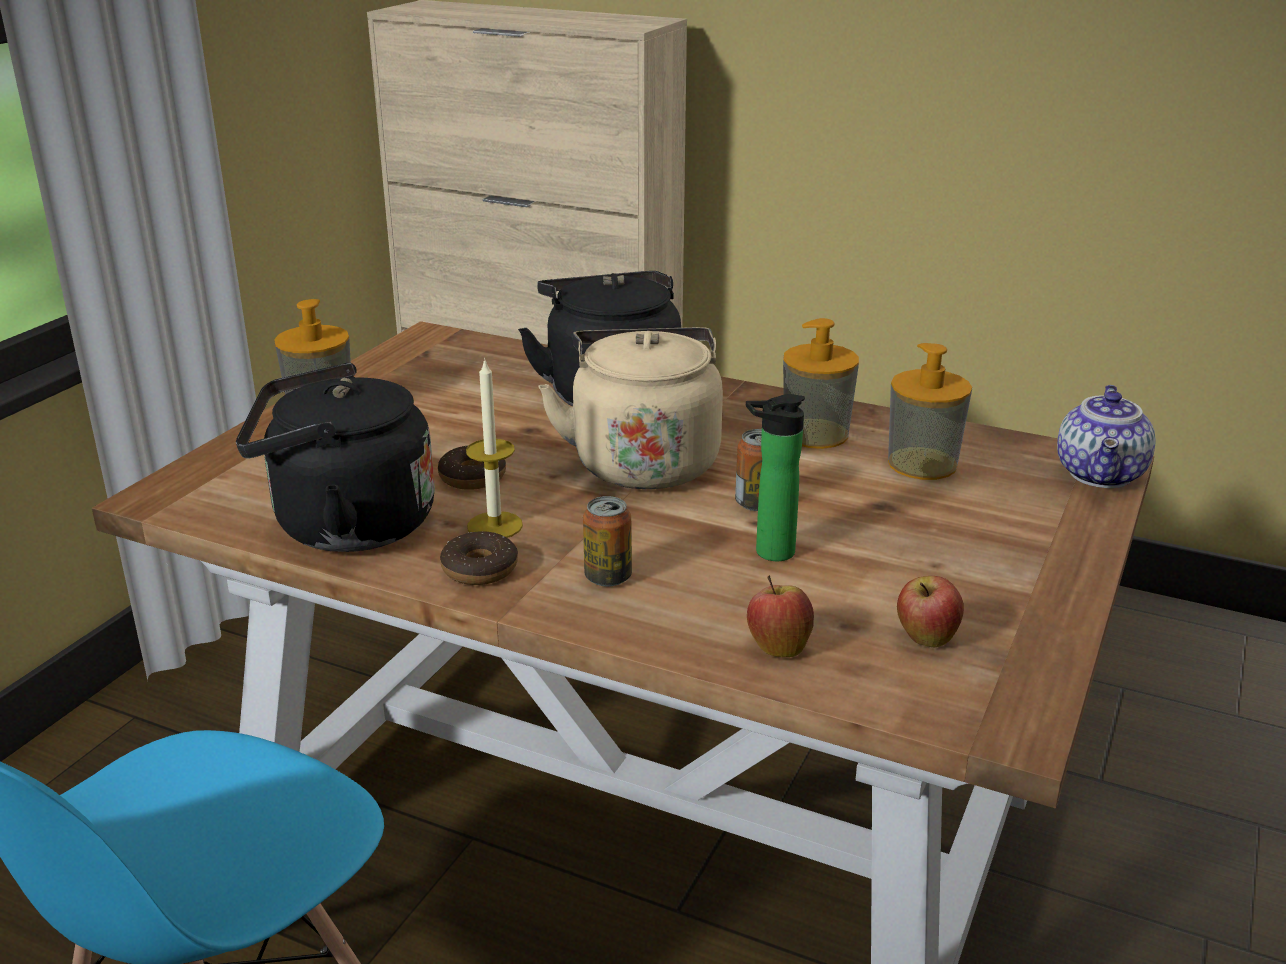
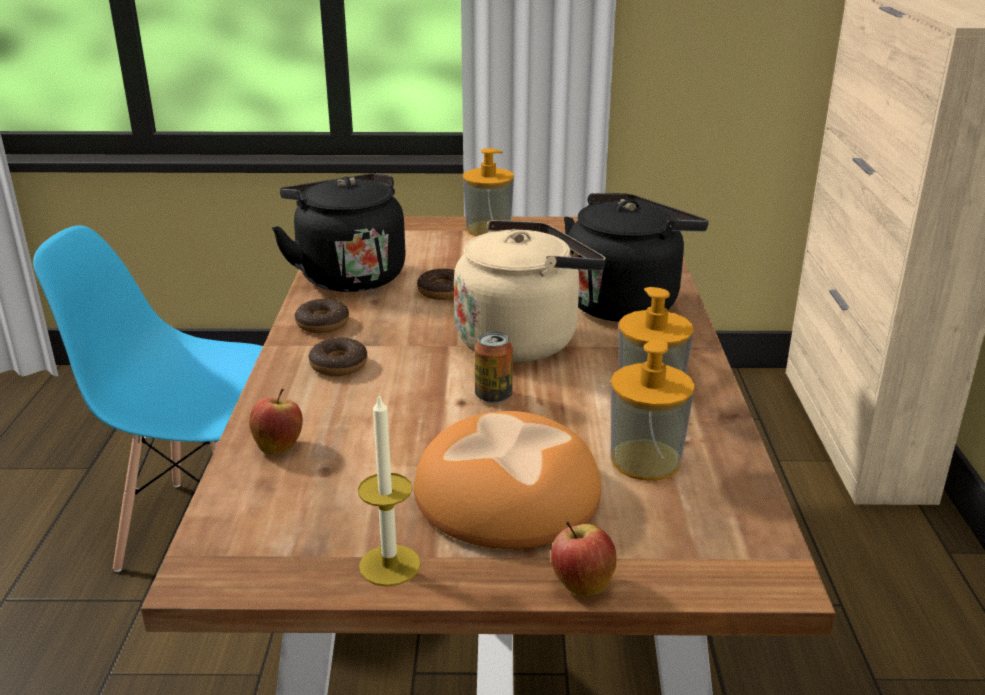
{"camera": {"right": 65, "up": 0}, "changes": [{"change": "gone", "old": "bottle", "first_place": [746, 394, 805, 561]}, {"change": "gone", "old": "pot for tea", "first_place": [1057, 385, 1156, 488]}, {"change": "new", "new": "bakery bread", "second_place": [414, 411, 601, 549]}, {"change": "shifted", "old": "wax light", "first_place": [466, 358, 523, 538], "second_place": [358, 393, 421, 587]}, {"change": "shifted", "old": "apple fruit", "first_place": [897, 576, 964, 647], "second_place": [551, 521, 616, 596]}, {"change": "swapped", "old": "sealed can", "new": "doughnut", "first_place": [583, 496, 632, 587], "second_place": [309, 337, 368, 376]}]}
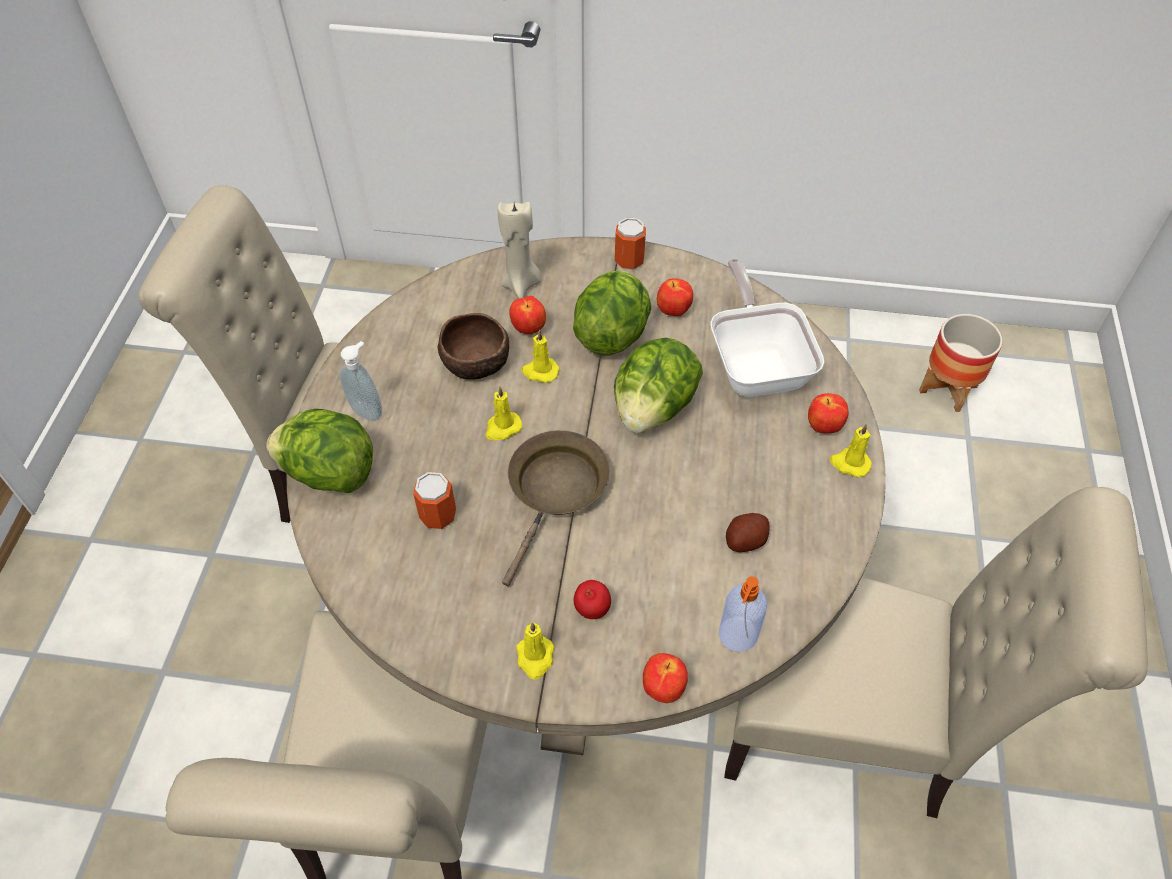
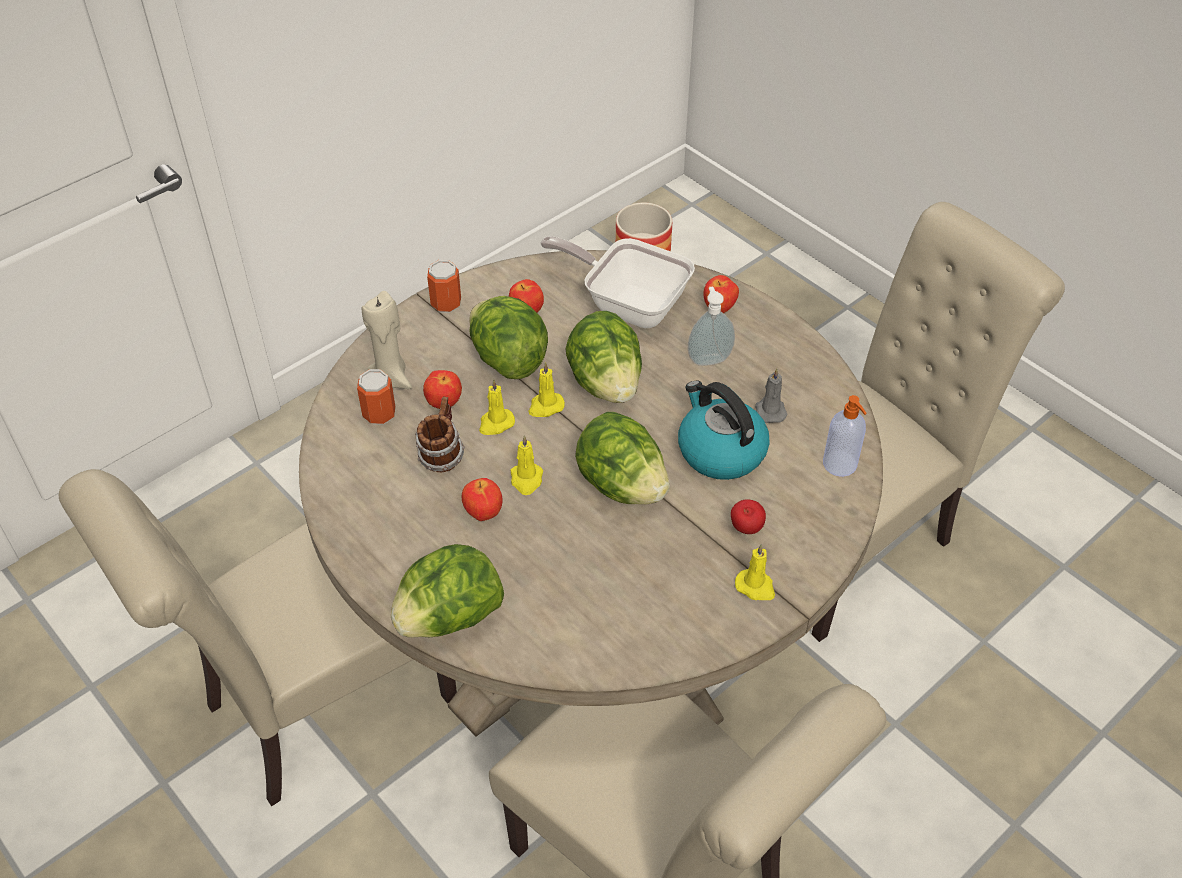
{"camera": {"right": -50, "up": -5}, "changes": [{"change": "new", "new": "tea kettle", "second_place": [678, 381, 770, 480]}, {"change": "shifted", "old": "liquid soap bottle", "first_place": [339, 341, 382, 421], "second_place": [688, 286, 735, 366]}, {"change": "shifted", "old": "sealed can", "first_place": [413, 472, 456, 529], "second_place": [357, 369, 396, 425]}, {"change": "shifted", "old": "apple fruit", "first_place": [643, 653, 688, 703], "second_place": [462, 478, 503, 521]}, {"change": "shifted", "old": "yellow wax light", "first_place": [830, 424, 872, 477], "second_place": [528, 362, 565, 417]}, {"change": "swapped", "old": "brownish bowl", "new": "tea mug", "first_place": [437, 313, 509, 380], "second_place": [415, 396, 465, 472]}, {"change": "swapped", "old": "brownish skillet", "new": "lettuce head", "first_place": [502, 430, 610, 587], "second_place": [575, 412, 670, 504]}, {"change": "swapped", "old": "spud", "new": "gray wax light", "first_place": [726, 513, 770, 552], "second_place": [755, 368, 788, 423]}]}
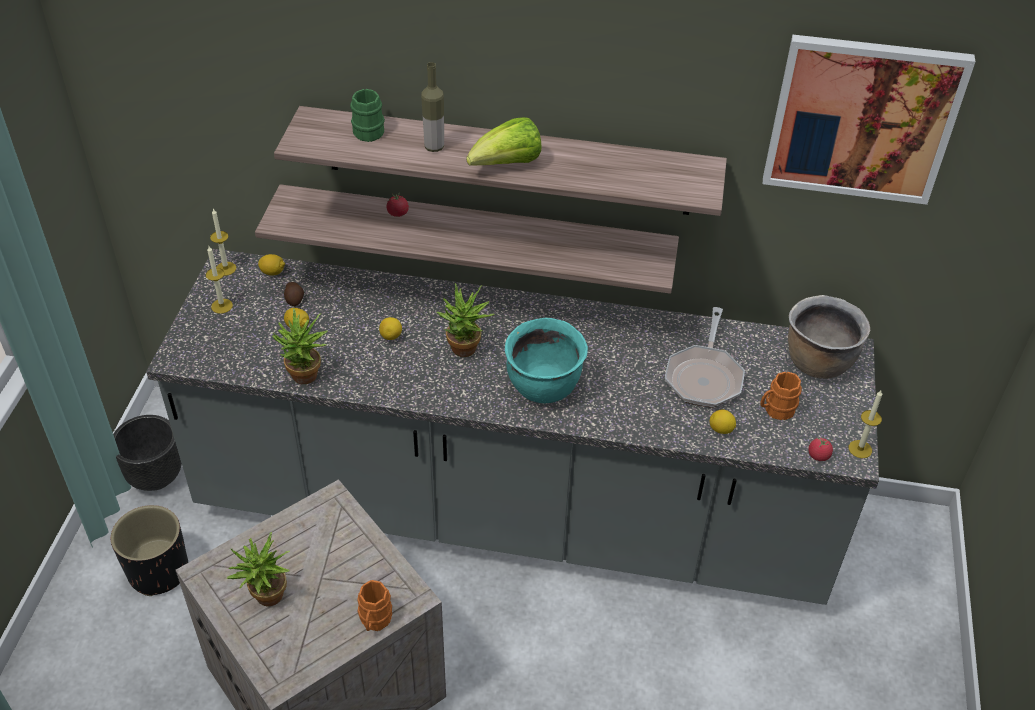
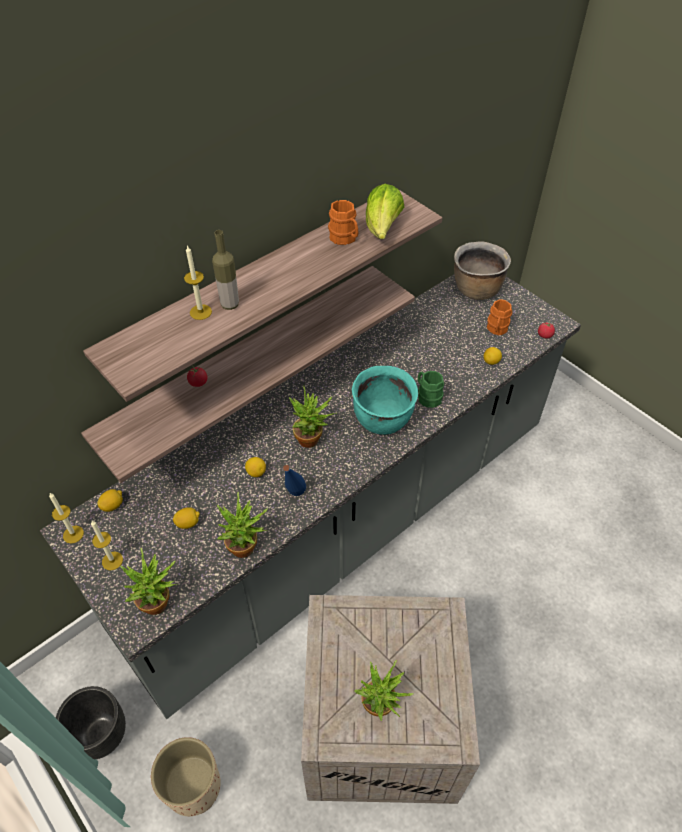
{"camera": {"right": -50, "up": 5}, "changes": [{"change": "gone", "old": "spud", "first_place": [284, 282, 304, 306]}, {"change": "gone", "old": "skillet", "first_place": [665, 307, 745, 408]}, {"change": "gone", "old": "wall picture", "first_place": [763, 35, 975, 205]}, {"change": "new", "new": "houseplant", "second_place": [120, 548, 178, 615]}, {"change": "new", "new": "bluish bottle", "second_place": [283, 465, 306, 496]}, {"change": "shifted", "old": "green tea mug", "first_place": [350, 89, 385, 142], "second_place": [418, 371, 444, 408]}, {"change": "shifted", "old": "orange tea mug", "first_place": [357, 580, 392, 631], "second_place": [328, 200, 358, 245]}, {"change": "shifted", "old": "lettuce head", "first_place": [466, 117, 542, 166], "second_place": [366, 184, 404, 239]}, {"change": "shifted", "old": "wax light", "first_place": [849, 390, 882, 458], "second_place": [184, 245, 212, 320]}, {"change": "repainted", "old": "black flower pot", "new": "sand-coloured flower pot", "first_place": [111, 505, 188, 596], "second_place": [151, 737, 221, 816]}]}
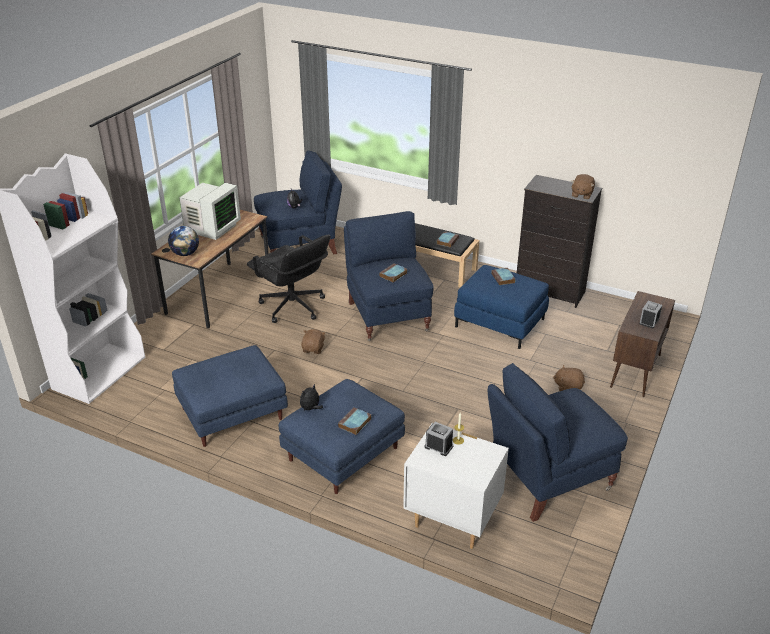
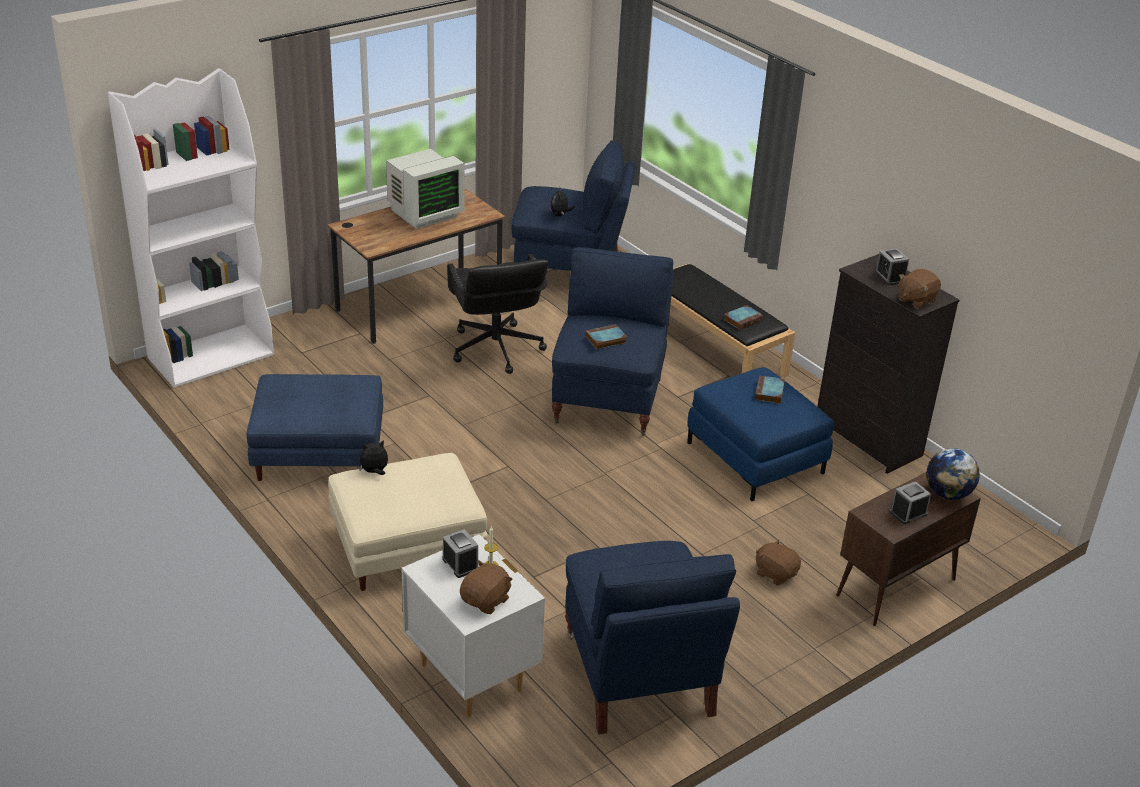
{"camera": {"right": 25, "up": 0}, "changes": [{"change": "gone", "old": "book", "first_place": [338, 407, 371, 435]}, {"change": "new", "new": "bedside clock", "second_place": [875, 249, 909, 285]}, {"change": "shifted", "old": "world globe", "first_place": [168, 226, 199, 256], "second_place": [927, 448, 980, 500]}, {"change": "shifted", "old": "brownish cuddly toy", "first_place": [301, 329, 326, 354], "second_place": [460, 560, 513, 614]}, {"change": "repainted", "old": "bluish pouffe", "new": "sand-coloured pouffe", "first_place": [279, 379, 405, 494], "second_place": [328, 453, 488, 591]}, {"change": "rotated", "old": "bluish armchair", "first_place": [488, 363, 628, 522], "second_place": [565, 541, 740, 735], "degrees": -105}]}
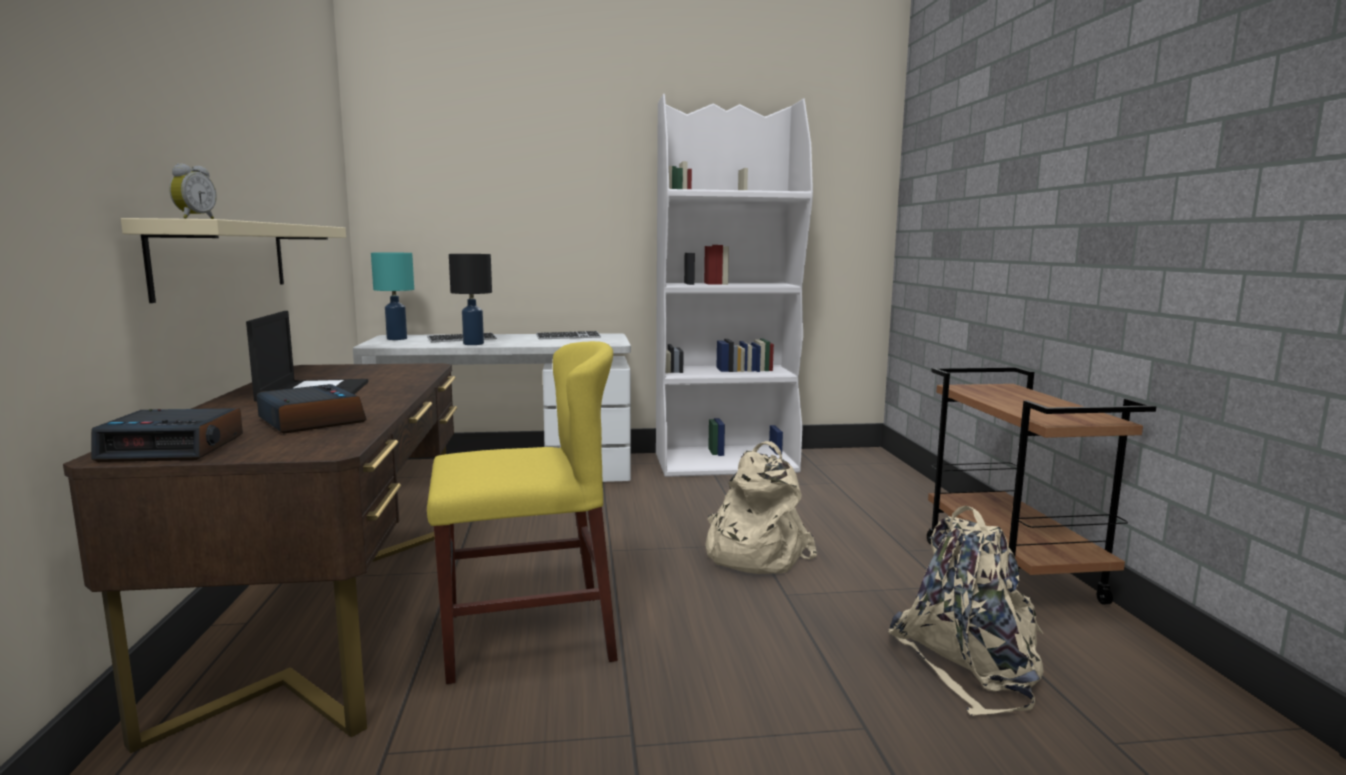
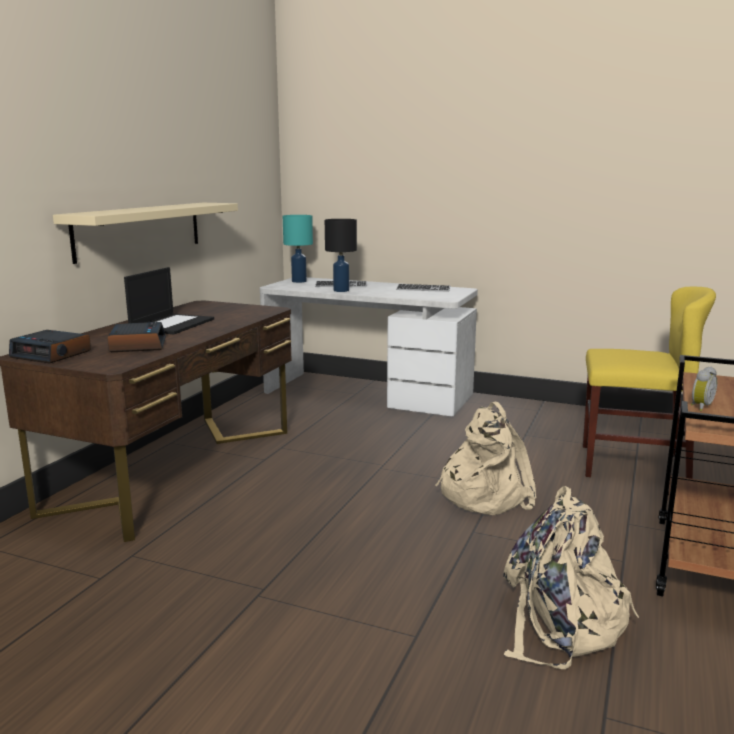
{"camera": {"right": 30, "up": 5}, "changes": [{"change": "gone", "old": "whitish bookcase", "first_place": [656, 94, 813, 477]}, {"change": "shifted", "old": "bedside clock", "first_place": [169, 163, 216, 219], "second_place": [691, 367, 717, 411]}, {"change": "shifted", "old": "yellow plain chair", "first_place": [427, 341, 618, 684], "second_place": [583, 286, 716, 479]}]}
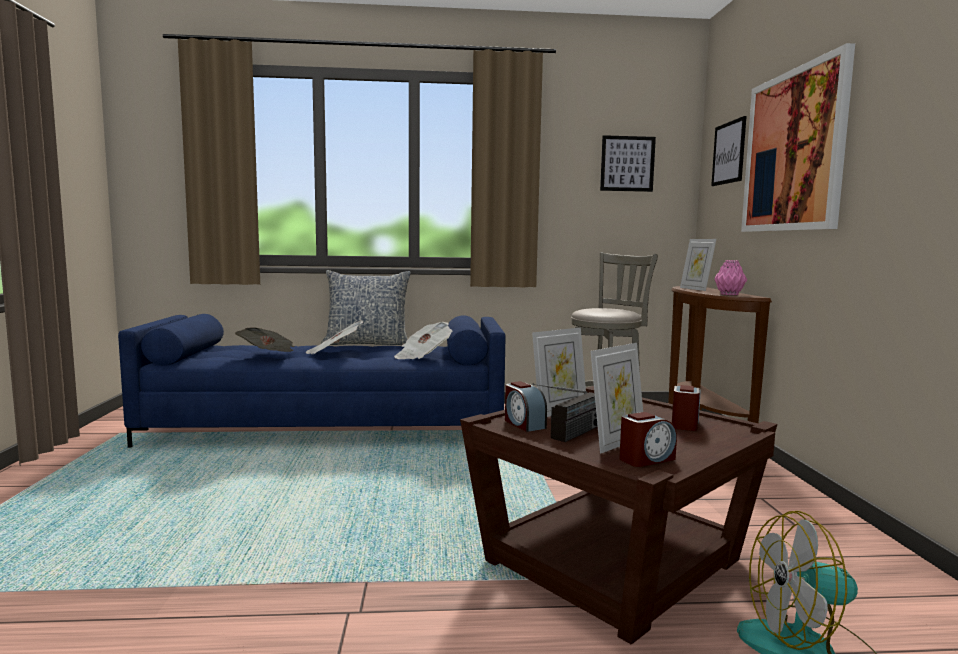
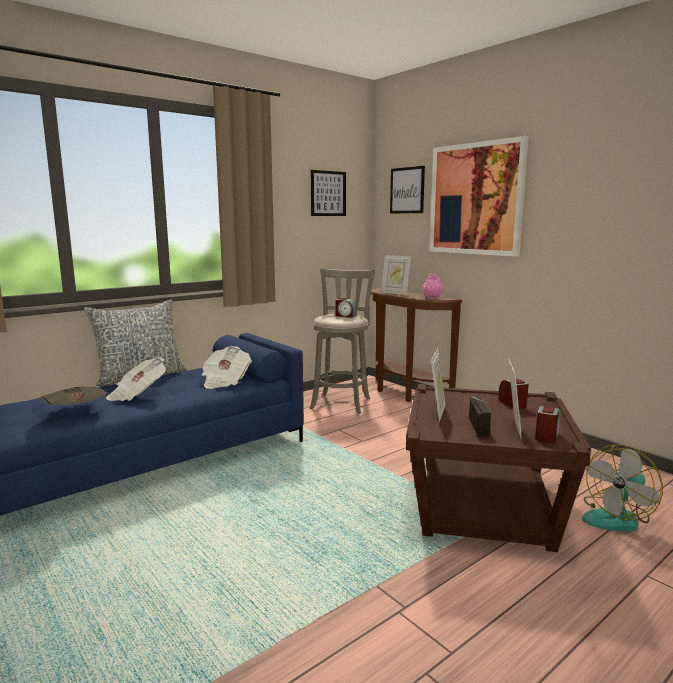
{"camera": {"right": -35, "up": 5}, "changes": [{"change": "shifted", "old": "bedside clock", "first_place": [505, 381, 547, 432], "second_place": [335, 298, 357, 318]}]}
